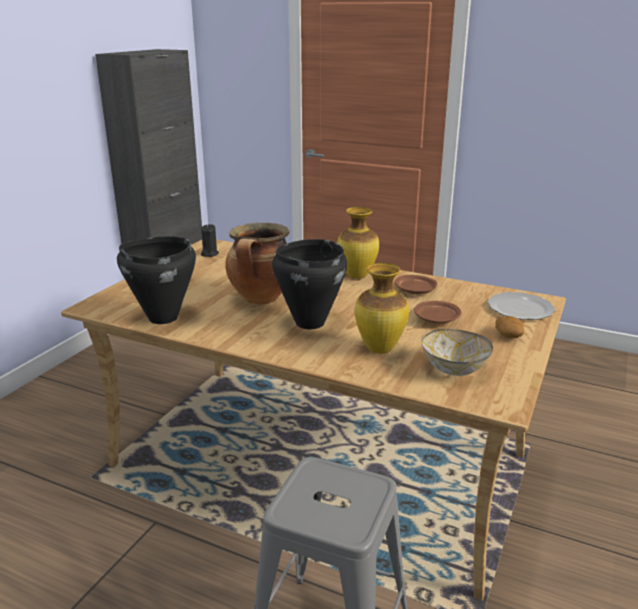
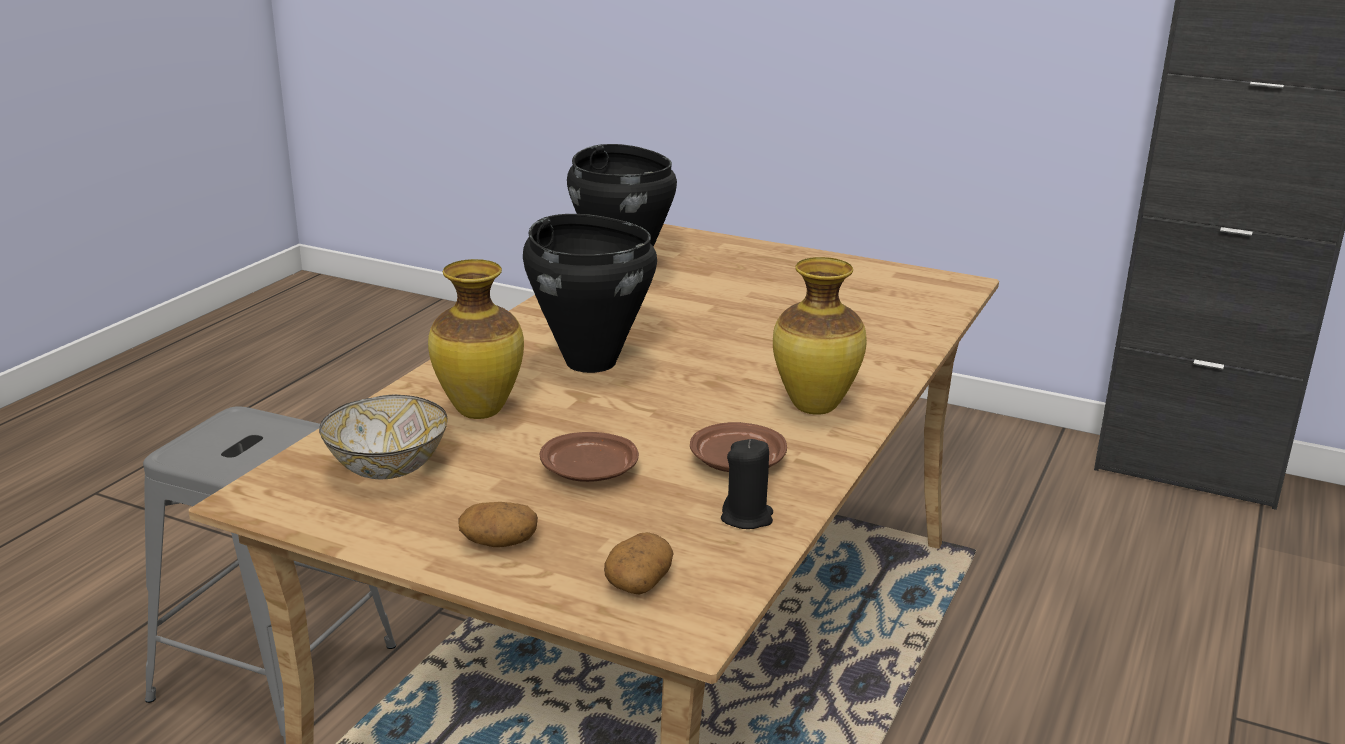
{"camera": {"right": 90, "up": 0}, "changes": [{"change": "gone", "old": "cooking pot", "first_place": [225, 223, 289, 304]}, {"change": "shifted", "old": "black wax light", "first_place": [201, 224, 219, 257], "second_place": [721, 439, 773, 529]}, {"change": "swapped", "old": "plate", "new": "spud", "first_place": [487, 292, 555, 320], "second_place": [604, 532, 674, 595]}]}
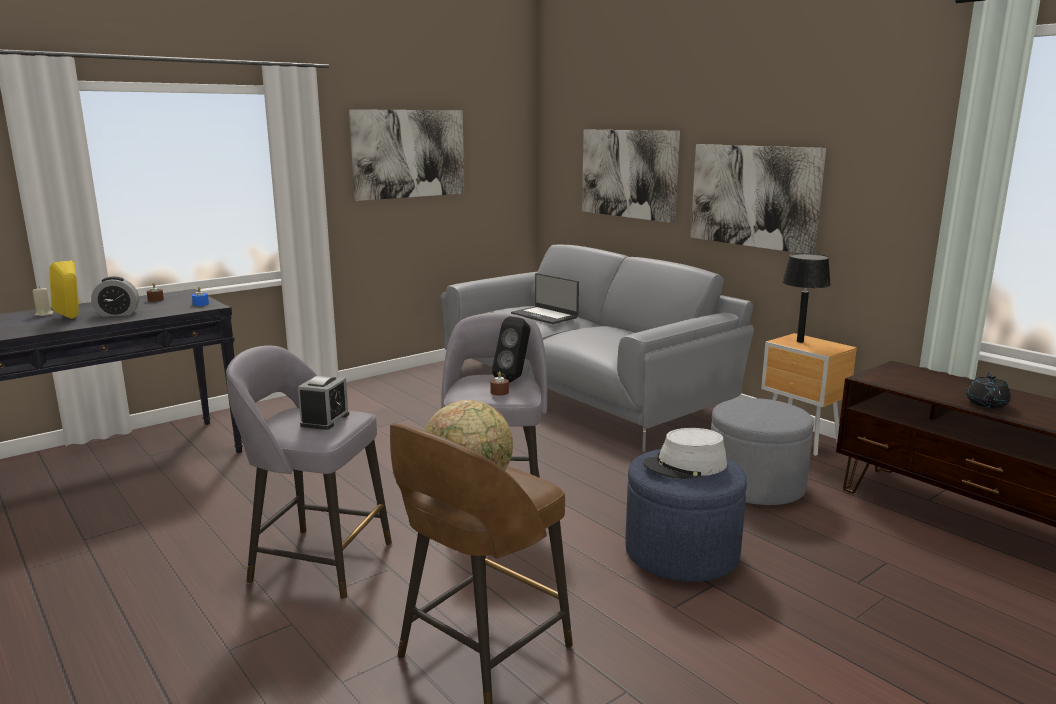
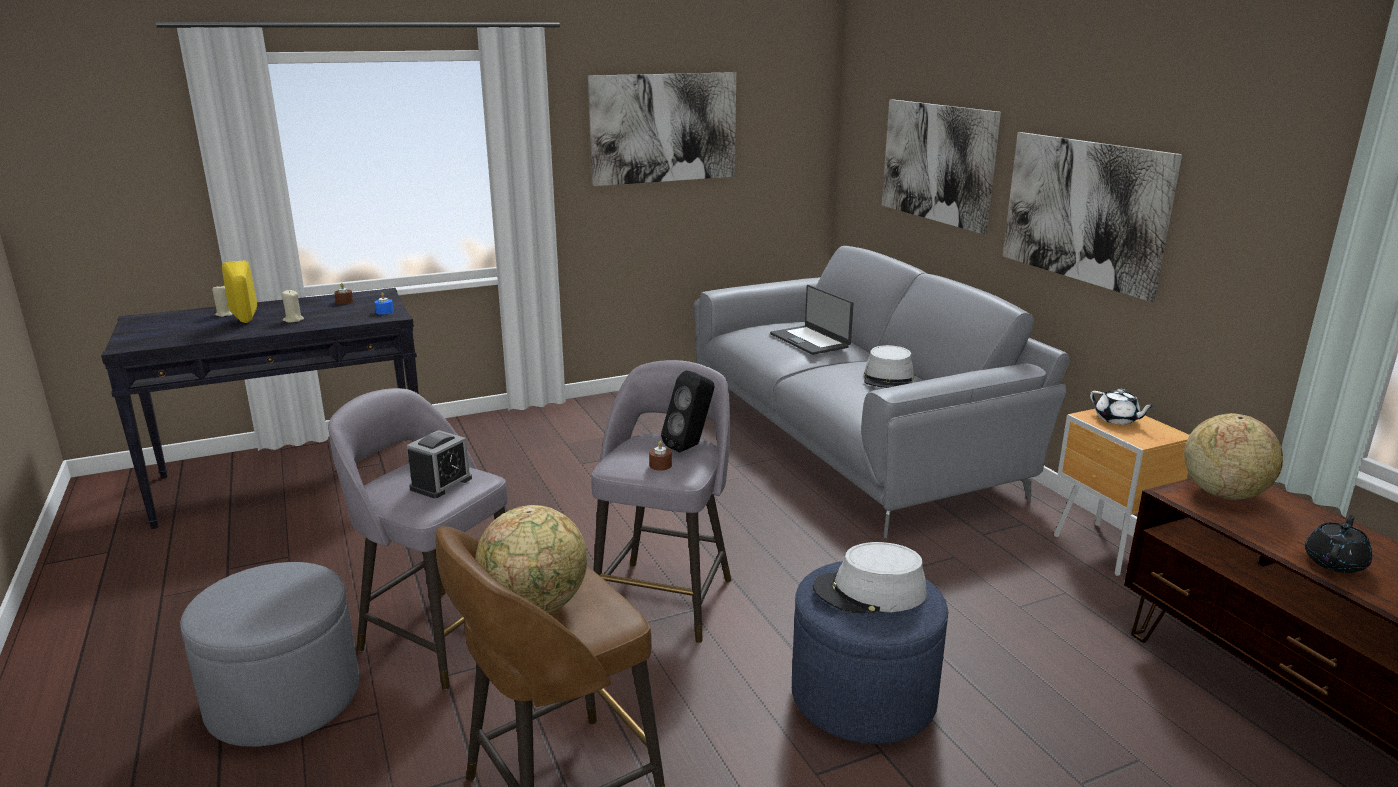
{"camera": {"right": 15, "up": 5}, "changes": [{"change": "new", "new": "gray wearable hat", "second_place": [864, 345, 915, 388]}, {"change": "new", "new": "world globe", "second_place": [1184, 413, 1283, 500]}, {"change": "shifted", "old": "gray pouffe", "first_place": [711, 398, 814, 505], "second_place": [180, 562, 359, 747]}, {"change": "swapped", "old": "bedside clock", "new": "sand-coloured wax light", "first_place": [91, 277, 139, 317], "second_place": [282, 290, 304, 323]}, {"change": "swapped", "old": "black table lamp", "new": "whitish pot for tea", "first_place": [782, 253, 831, 343], "second_place": [1090, 389, 1155, 425]}]}
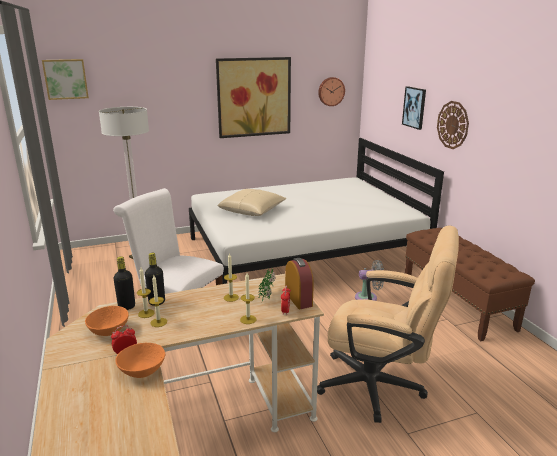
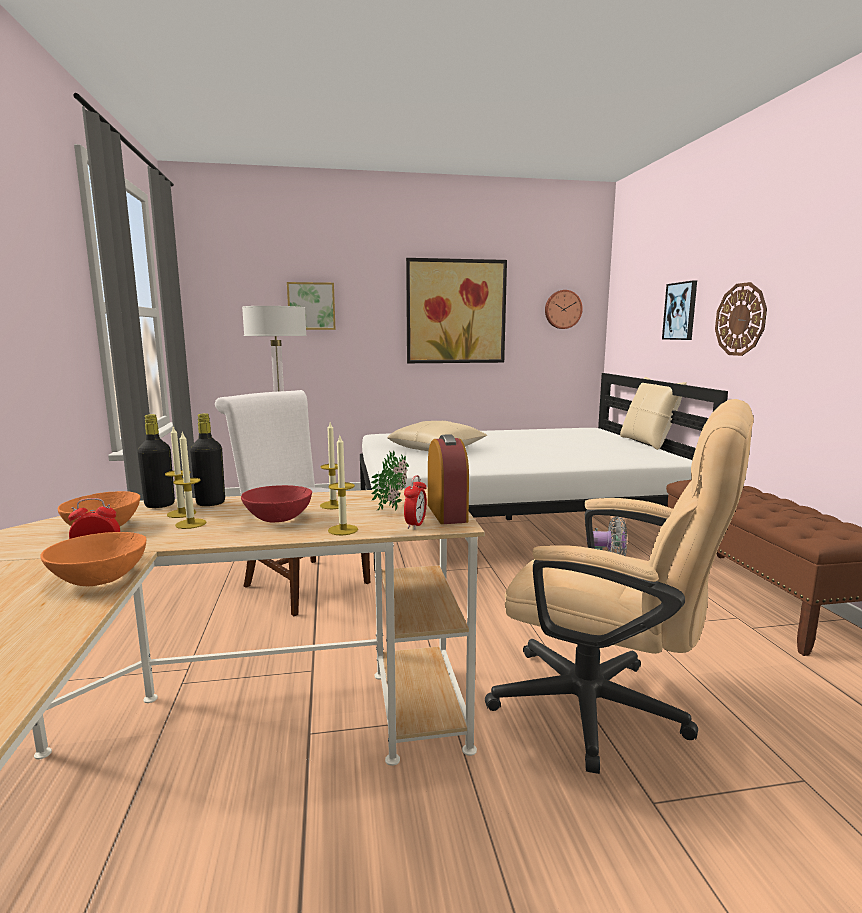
{"camera": {"right": 10, "up": -10}, "changes": [{"change": "new", "new": "reddish bowl", "second_place": [241, 485, 312, 523]}, {"change": "new", "new": "sand-coloured throw pillow", "second_place": [620, 377, 687, 450]}, {"change": "shifted", "old": "wall picture", "first_place": [42, 59, 89, 100], "second_place": [287, 282, 336, 330]}]}
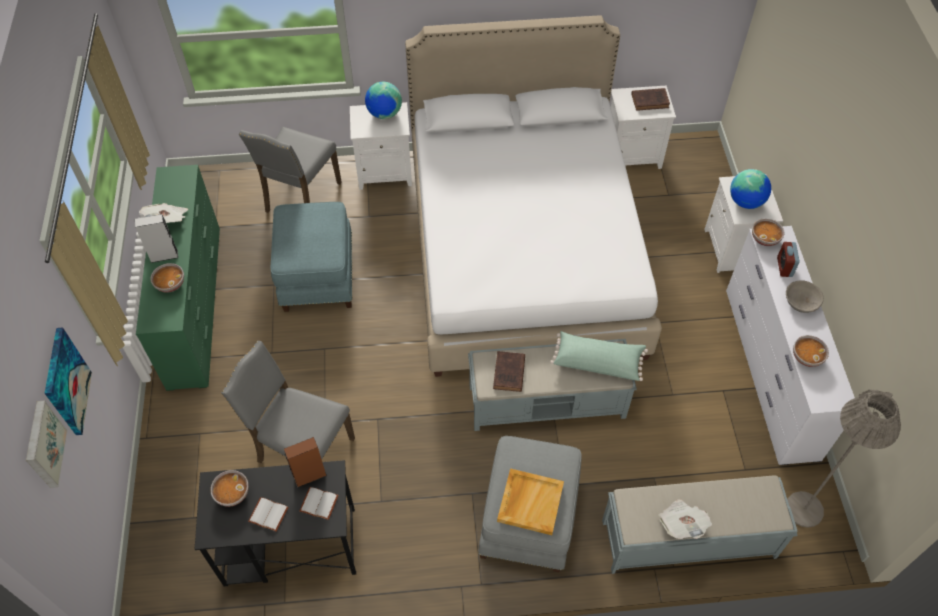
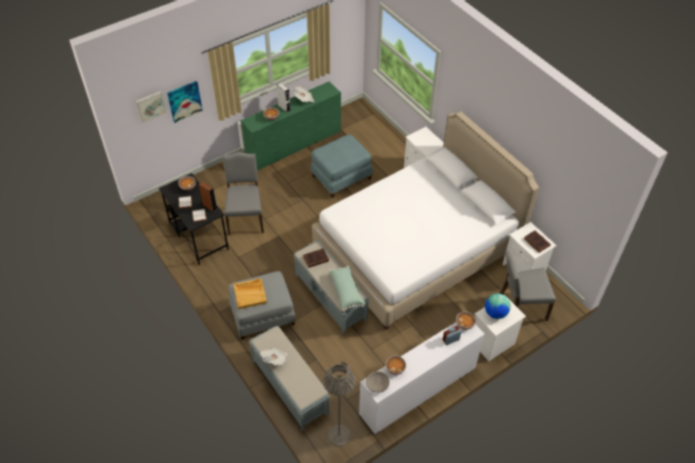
{"camera": {"right": 60, "up": -5}, "changes": [{"change": "gone", "old": "world globe", "first_place": [365, 82, 402, 119]}, {"change": "shifted", "old": "gray plain chair", "first_place": [239, 127, 342, 213], "second_place": [499, 250, 556, 321]}, {"change": "shifted", "old": "gray bowl", "first_place": [786, 280, 824, 313], "second_place": [366, 371, 390, 393]}]}
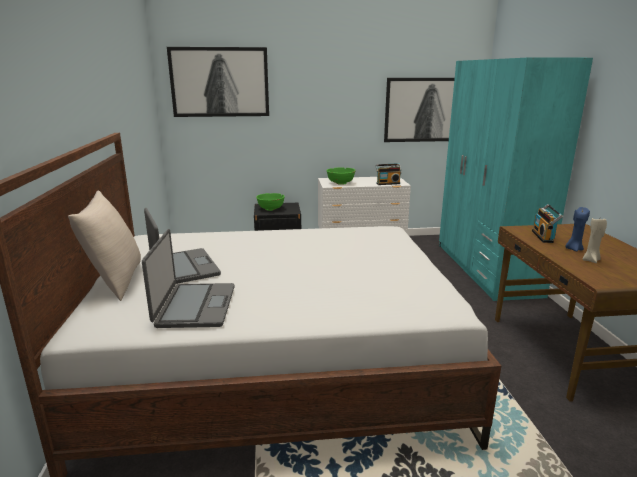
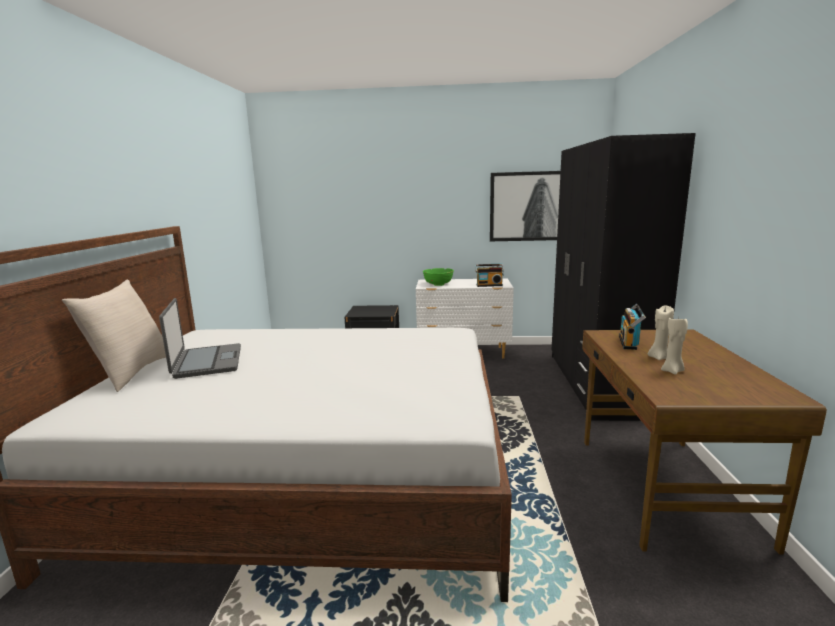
{"camera": {"right": 10, "up": -5}, "changes": [{"change": "gone", "old": "notebook computer", "first_place": [142, 229, 235, 328]}, {"change": "gone", "old": "wall picture", "first_place": [167, 47, 269, 117]}, {"change": "gone", "old": "green bowl", "first_place": [256, 193, 285, 211]}, {"change": "repainted", "old": "turquoise wardrobe", "new": "black wardrobe", "first_place": [439, 57, 593, 301], "second_place": [551, 133, 696, 421]}, {"change": "repainted", "old": "bluish wax light", "new": "sand-coloured wax light", "first_place": [565, 207, 590, 252], "second_place": [648, 305, 674, 360]}]}
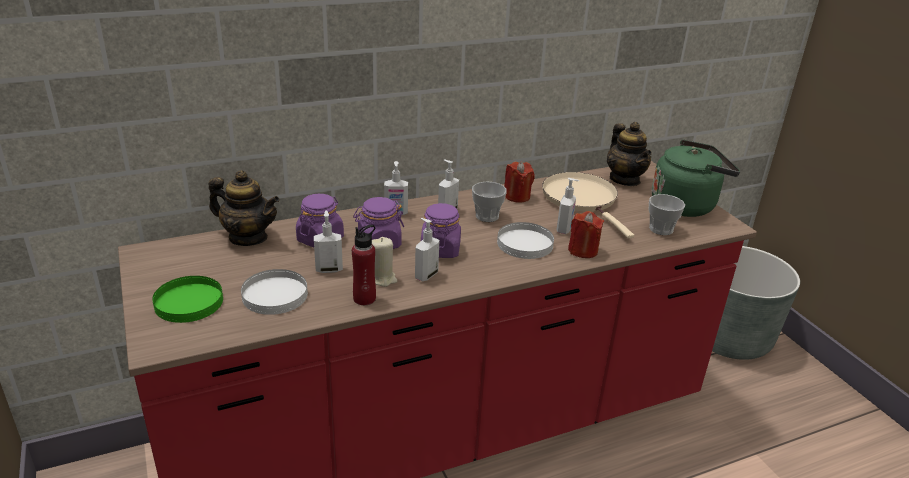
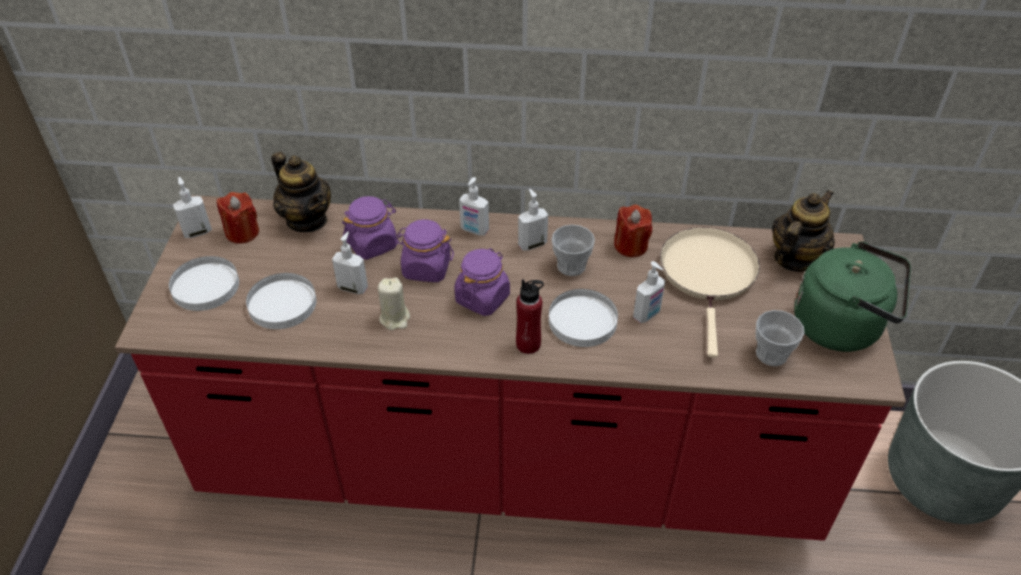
{"camera": {"right": 30, "up": 15}, "changes": [{"change": "shifted", "old": "reddish bottle", "first_place": [352, 225, 376, 305], "second_place": [516, 279, 544, 354]}, {"change": "shifted", "old": "liquid soap bottle", "first_place": [415, 218, 440, 281], "second_place": [173, 177, 212, 238]}, {"change": "shifted", "old": "reddish wax light", "first_place": [568, 211, 604, 258], "second_place": [217, 192, 259, 244]}, {"change": "repainted", "old": "green plate", "new": "whitish plate", "first_place": [152, 276, 223, 323], "second_place": [169, 256, 239, 311]}, {"change": "rotated", "old": "pot for tea", "first_place": [607, 122, 652, 186], "second_place": [772, 190, 835, 272], "degrees": -150}]}
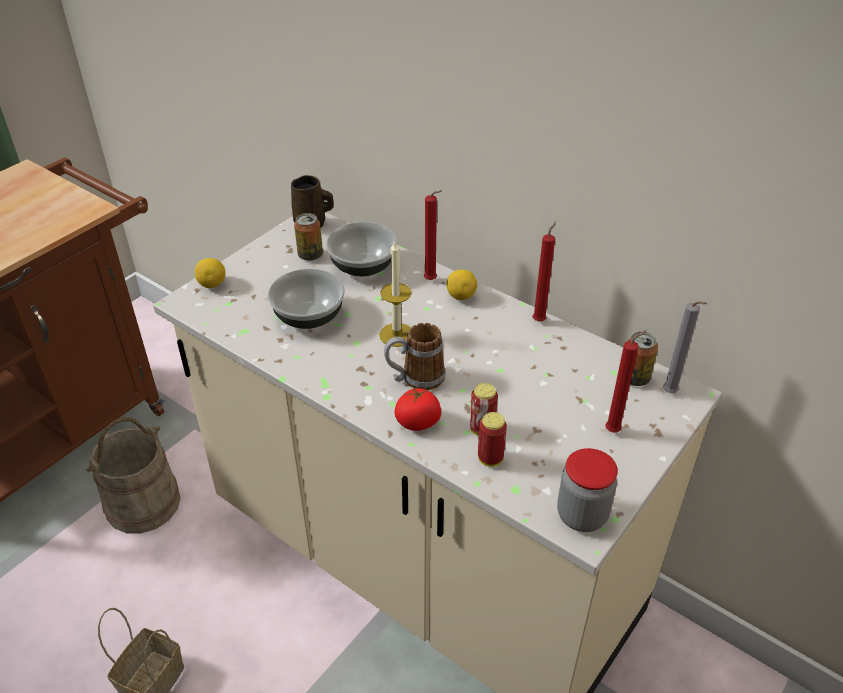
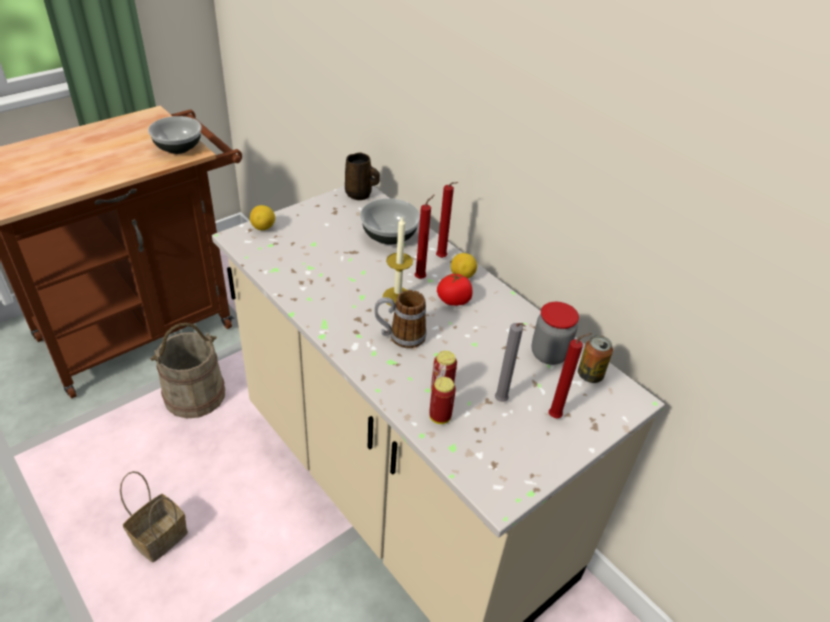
{"camera": {"right": 10, "up": 0}, "changes": [{"change": "gone", "old": "sealed can", "first_place": [294, 213, 323, 261]}, {"change": "shifted", "old": "bowl", "first_place": [268, 269, 345, 329], "second_place": [148, 116, 202, 154]}, {"change": "shifted", "old": "tomato", "first_place": [394, 386, 441, 431], "second_place": [437, 272, 472, 306]}, {"change": "shifted", "old": "reddish wax light", "first_place": [532, 222, 556, 322], "second_place": [415, 195, 435, 279]}, {"change": "shifted", "old": "storage jar", "first_place": [557, 448, 618, 532], "second_place": [531, 302, 579, 365]}, {"change": "shifted", "old": "gray wax light", "first_place": [663, 301, 707, 393], "second_place": [495, 323, 526, 402]}]}
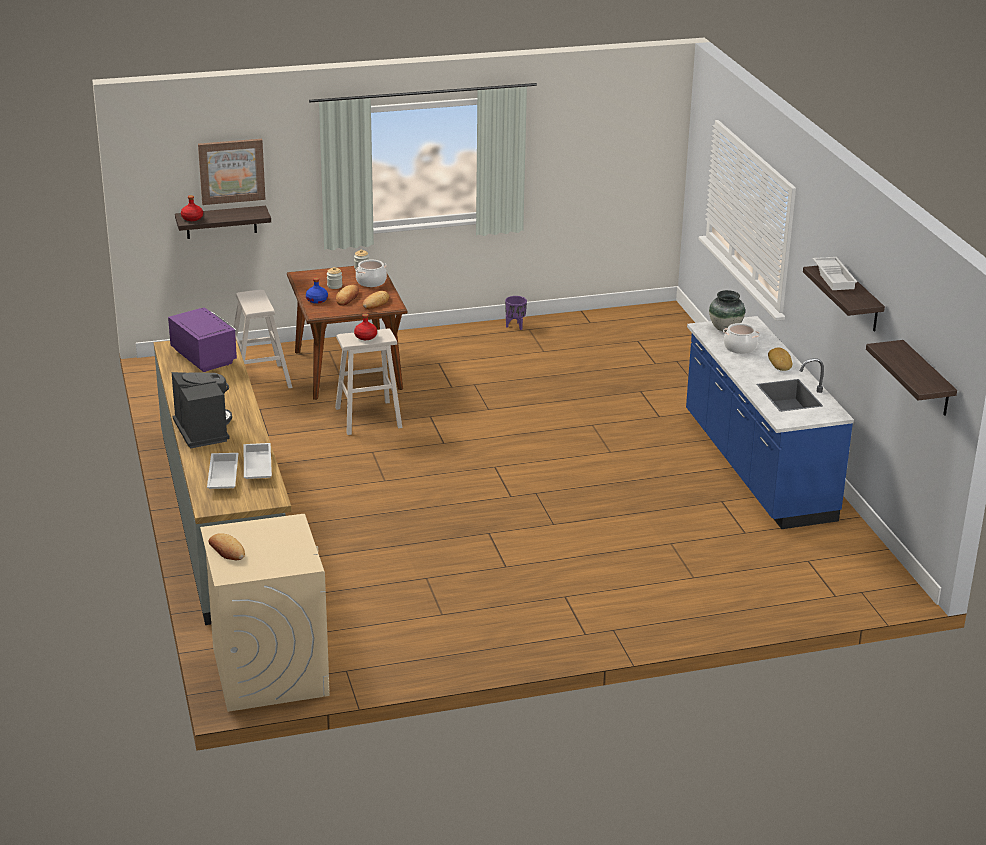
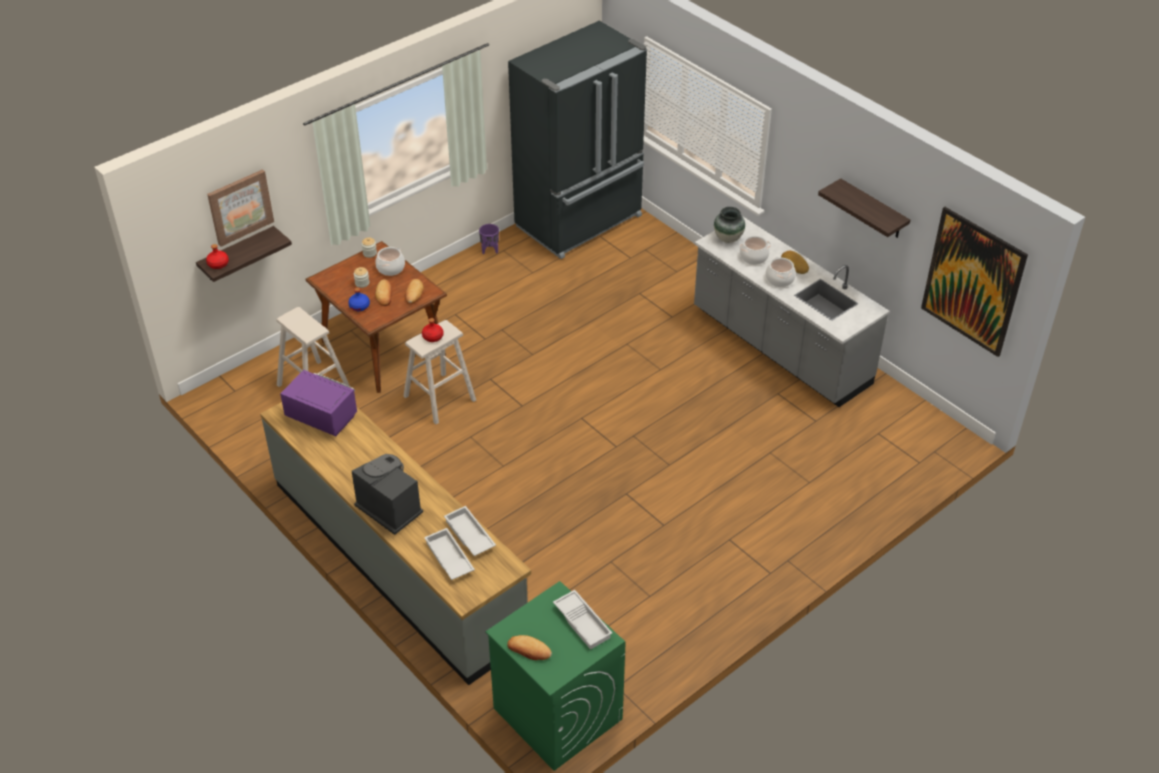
{"camera": {"right": -25, "up": 15}, "changes": [{"change": "new", "new": "black fridge", "second_place": [508, 21, 647, 259]}, {"change": "new", "new": "cooking pot", "second_place": [766, 257, 796, 287]}, {"change": "shifted", "old": "whitish serving tray", "first_place": [812, 257, 857, 290], "second_place": [553, 590, 612, 650]}, {"change": "swapped", "old": "bracket shelf", "new": "wall picture", "first_place": [866, 340, 957, 416], "second_place": [921, 207, 1028, 357]}, {"change": "repainted", "old": "sand-coloured laundry appliance", "new": "green laundry appliance", "first_place": [200, 514, 330, 712], "second_place": [485, 581, 626, 771]}, {"change": "repainted", "old": "bluish kitchen base unit", "new": "gray kitchen base unit", "first_place": [686, 316, 854, 529], "second_place": [694, 217, 890, 407]}]}
